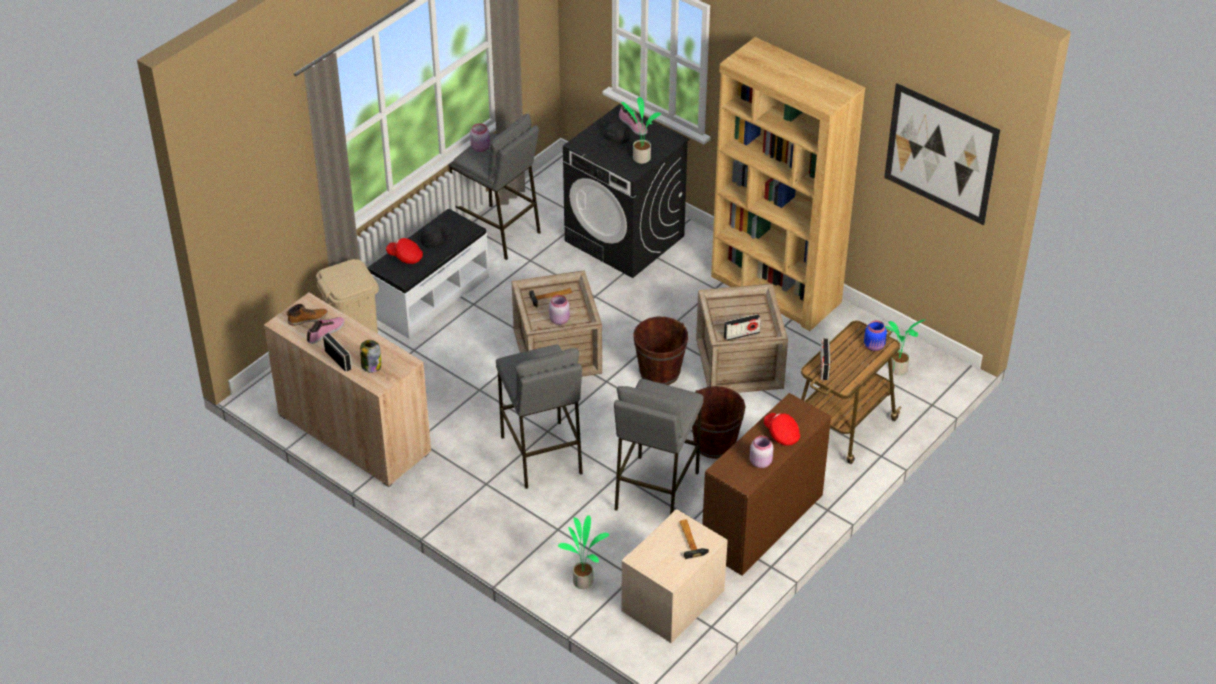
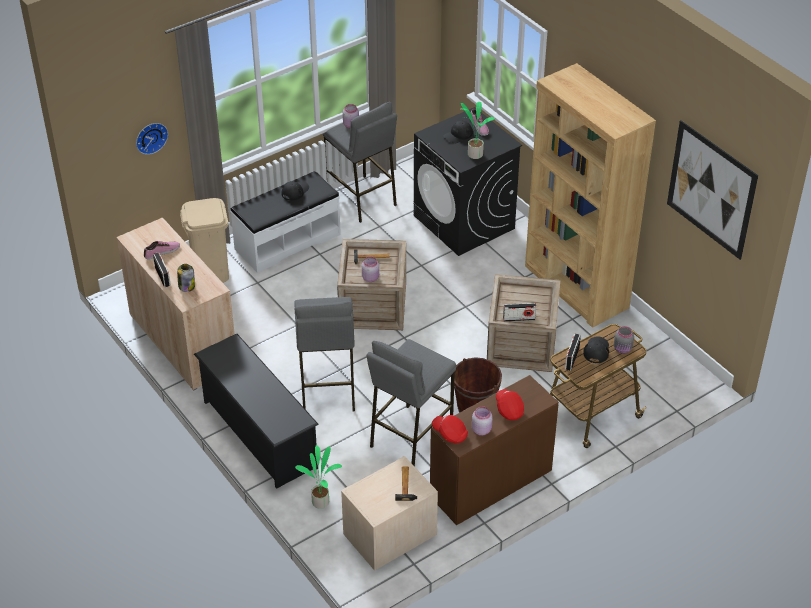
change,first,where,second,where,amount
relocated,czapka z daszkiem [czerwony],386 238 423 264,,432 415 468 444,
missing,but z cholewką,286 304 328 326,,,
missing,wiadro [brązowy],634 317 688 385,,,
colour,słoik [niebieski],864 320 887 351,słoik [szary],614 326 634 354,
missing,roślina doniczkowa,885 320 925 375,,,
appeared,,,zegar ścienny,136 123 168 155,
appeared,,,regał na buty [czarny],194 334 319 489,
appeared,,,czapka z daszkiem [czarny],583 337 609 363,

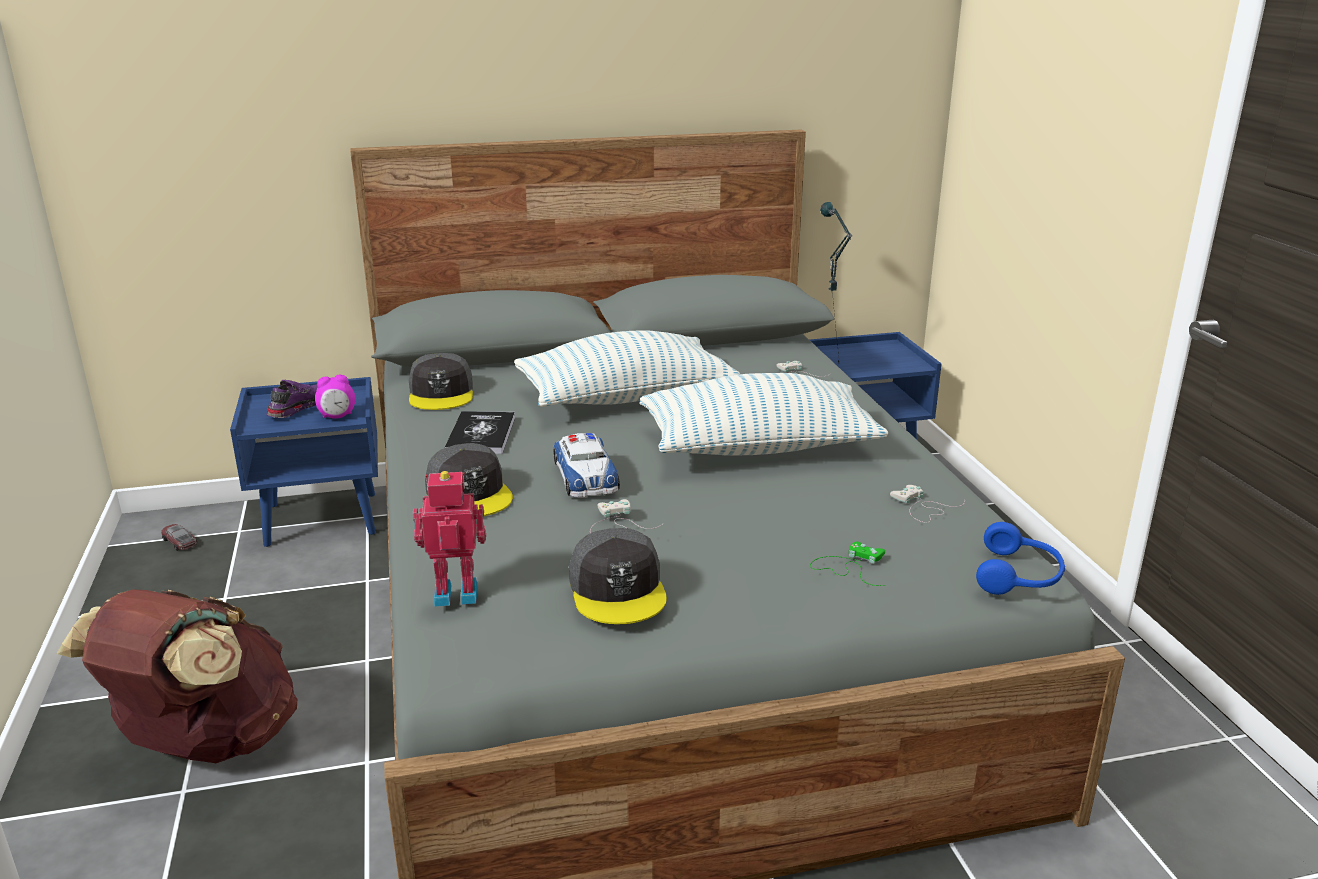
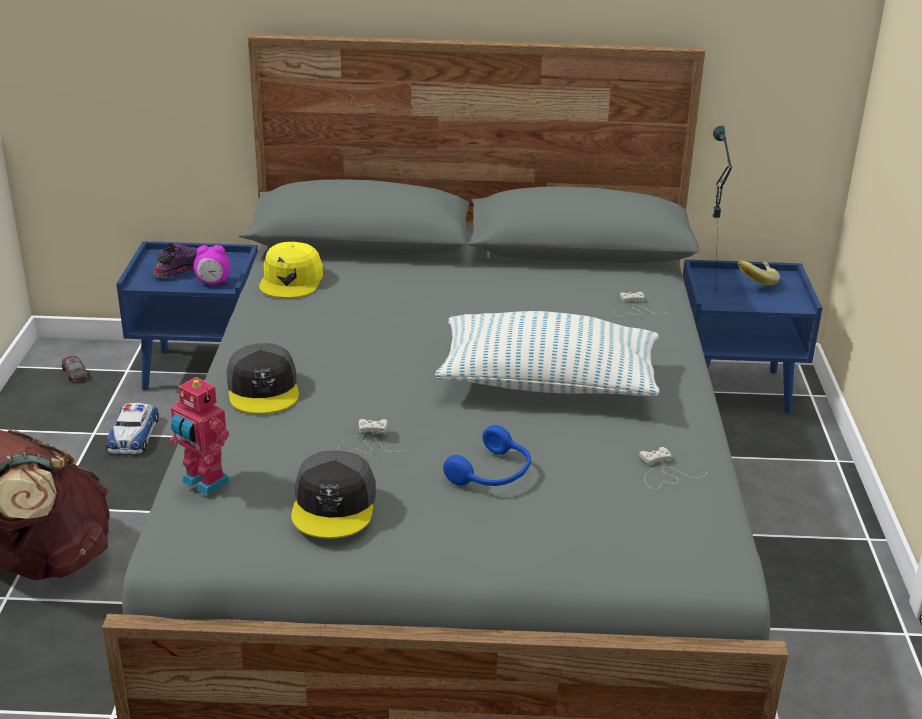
change,first,where,second,where,amount
missing,poduszka,514 330 740 407,,,
colour,czapka z daszkiem [szary],409 353 473 410,czapka z daszkiem [żółty],259 242 323 298,
missing,książka,445 411 515 454,,,
relocated,samochodzik,553 433 620 498,,106 403 160 454,
spun,robot zabawkowy,413 471 486 607,,170 377 230 495,150 degrees counterclockwise
relocated,słuchawki [niebieski],976 522 1065 595,,443 425 531 486,
missing,pad do gier [zielony],810 542 886 586,,,
appeared,,,banan,737 260 780 286,

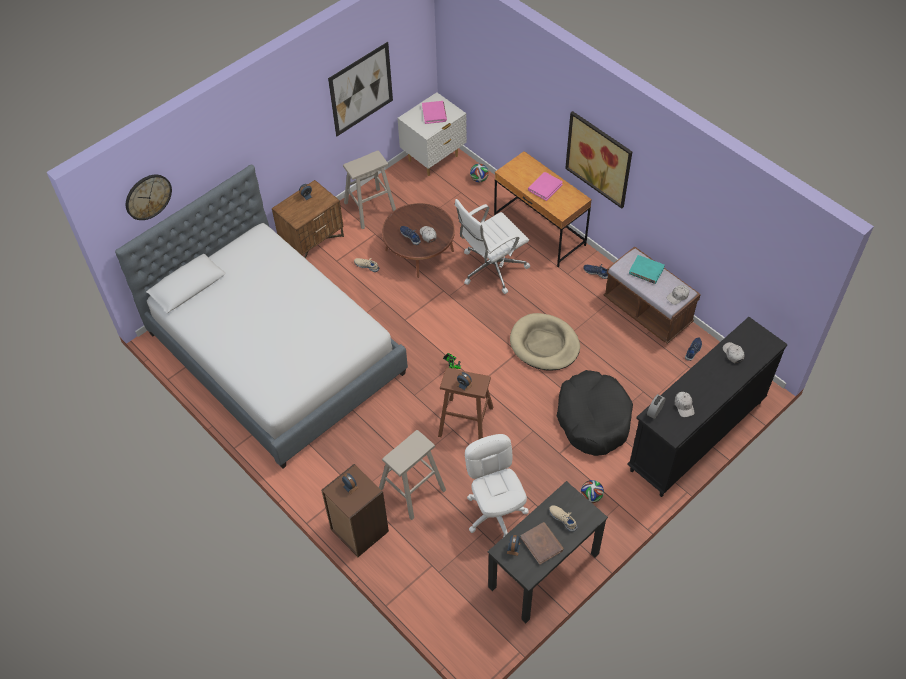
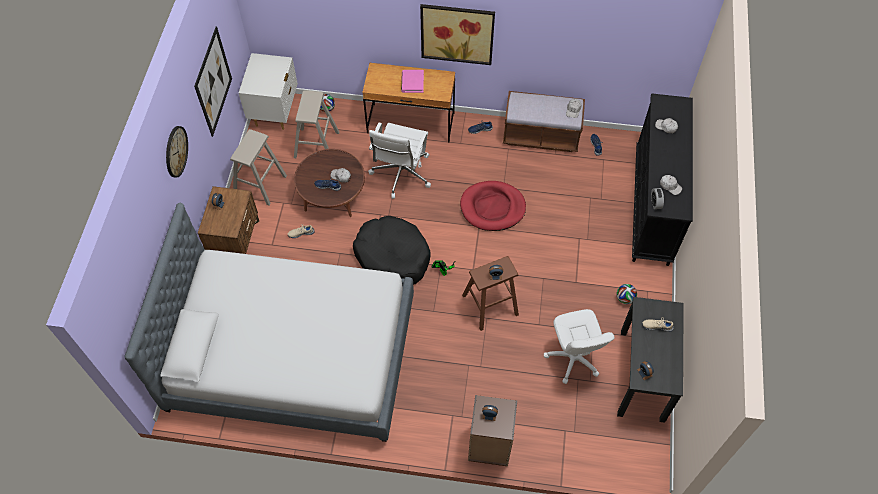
change,first,where,second,where,amount
missing,książka [różowy],422 101 447 124,,,
relocated,zegar ścienny,126 175 172 220,,166 126 188 178,
missing,książka [turkusowy],629 255 665 284,,,
colour,legowisko [beżowy],510 313 580 371,legowisko [czerwony],460 181 526 231,
relocated,legowisko [czarny],557 370 633 456,,353 216 431 285,
relocated,stołek [beżowy],379 430 446 520,,294 90 339 158,
spun,krzesło biurowe [biały],465 434 529 537,,544 309 615 384,135 degrees counterclockwise
missing,książka [brązowy],521 522 564 565,,,

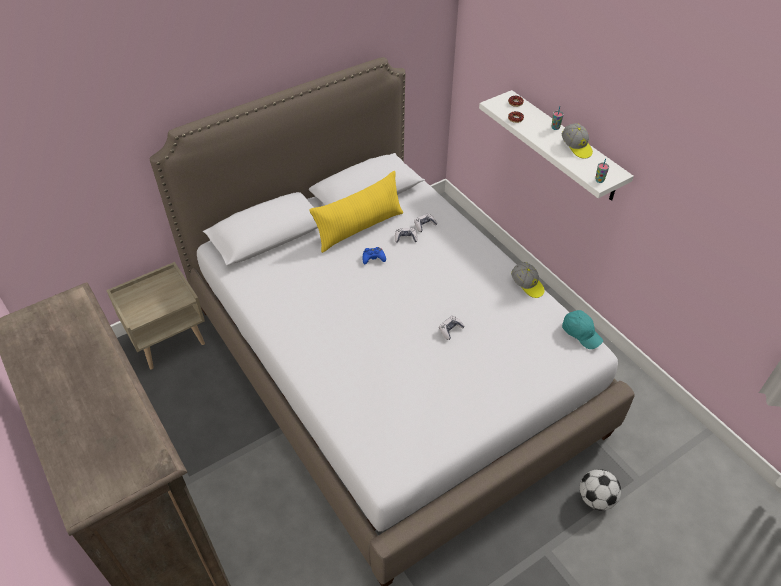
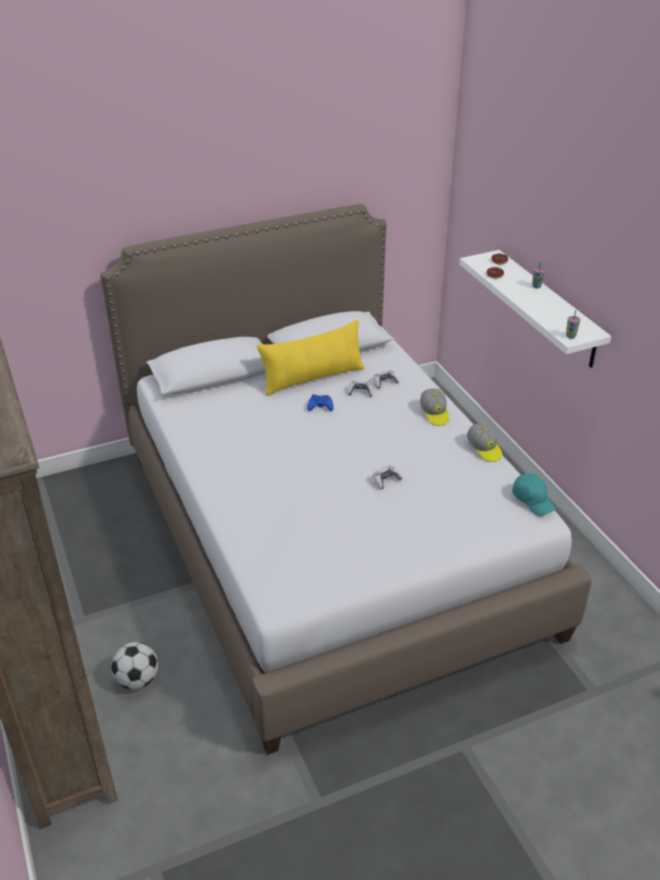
change,first,where,second,where,amount
relocated,czapka z daszkiem,562 123 593 159,,420 388 449 426,
missing,szafka nocna [beżowy],106 262 205 369,,,
relocated,piłka futbolowa,580 469 621 511,,111 642 158 689,

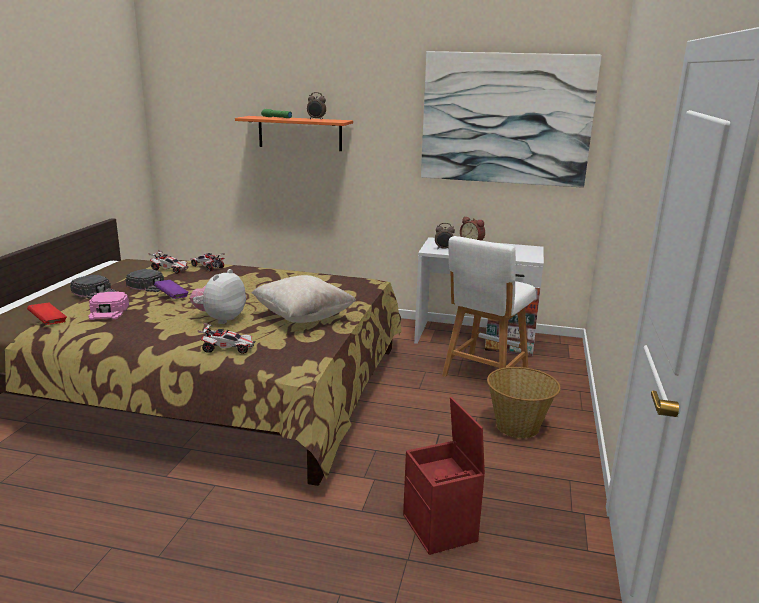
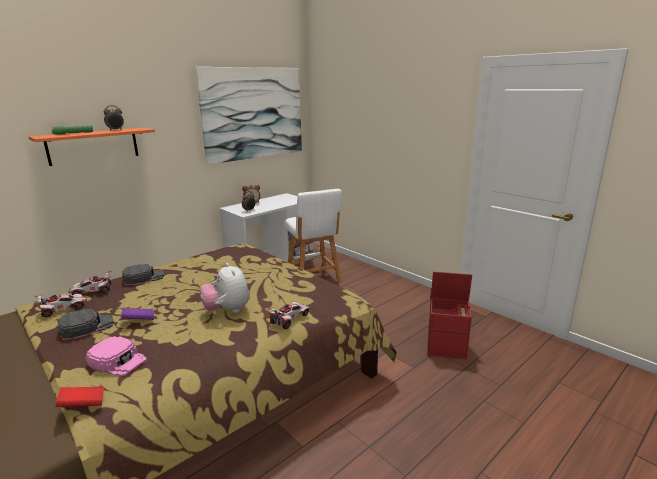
change,first,where,second,where,amount
relocated,czapka z daszkiem [czarny],70 275 117 299,,122 264 164 286,
missing,poduszka [beżowy],251 275 356 323,,,
missing,koszyk,487 367 561 438,,,

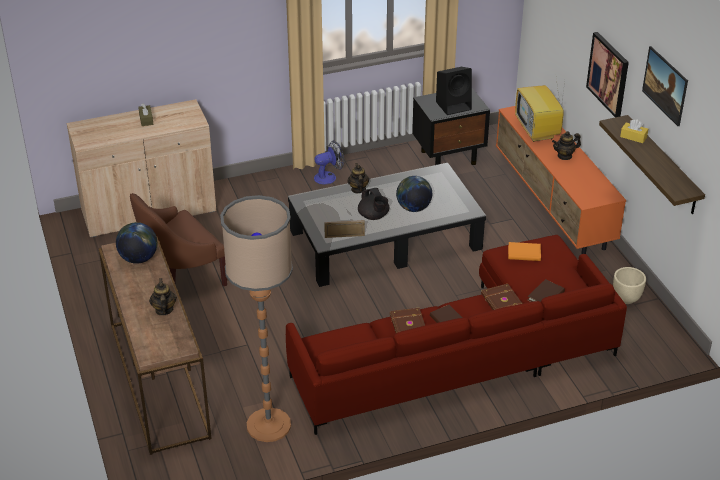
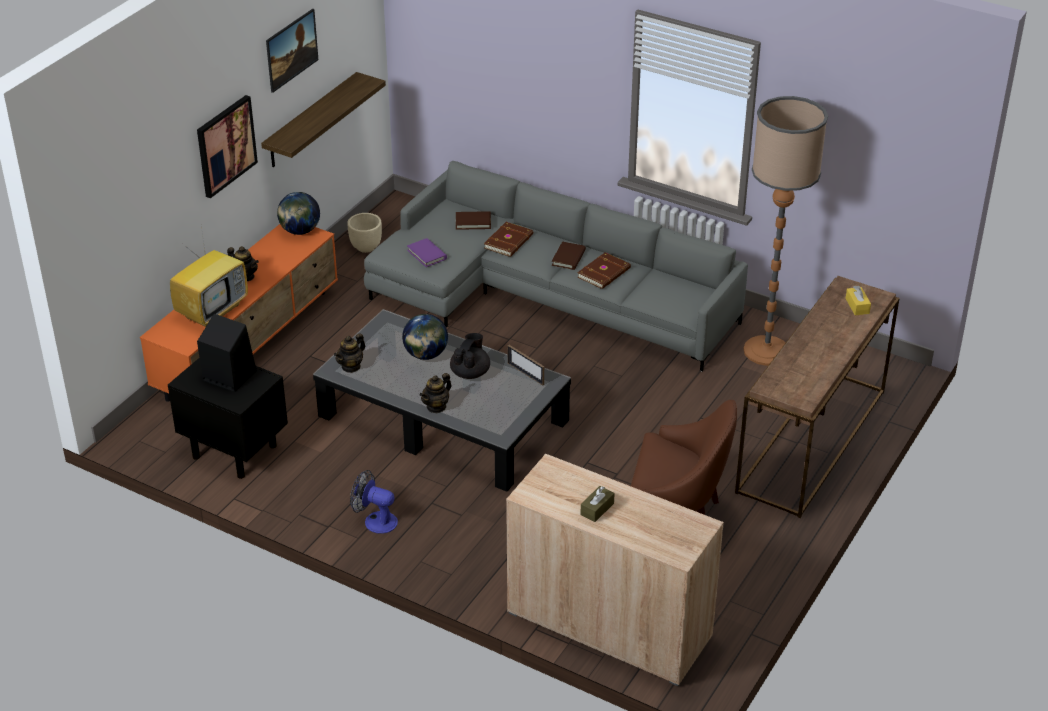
change,first,where,second,where,amount
relocated,pudełko chusteczek [żółty],620 119 648 143,,845 286 871 315,
relocated,globus,116 222 157 264,,277 192 320 235,
colour,kanapa [czerwony],286 235 627 435,kanapa [szary],364 161 748 371,
colour,książka [pomarańczowy],508 242 541 261,książka [fioletowy],407 238 447 267,
relocated,imbryk,149 278 177 316,,334 333 365 373,

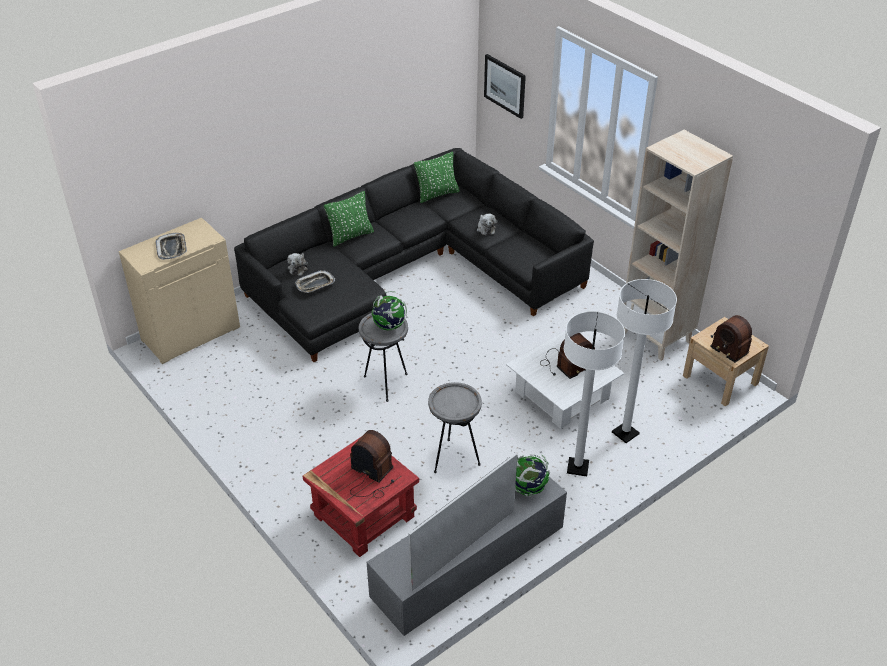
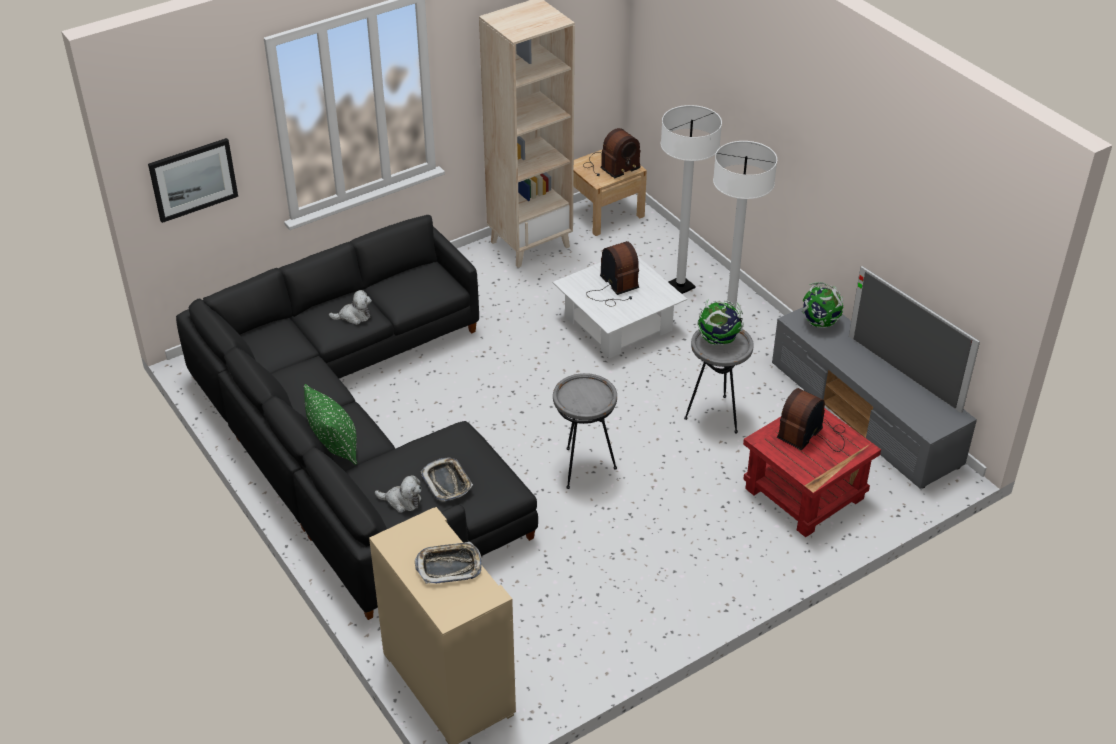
change,first,where,second,where,amount
missing,poduszka [zielony],414 152 460 203,,,
relocated,globus,371 291 407 331,,698 299 744 345,

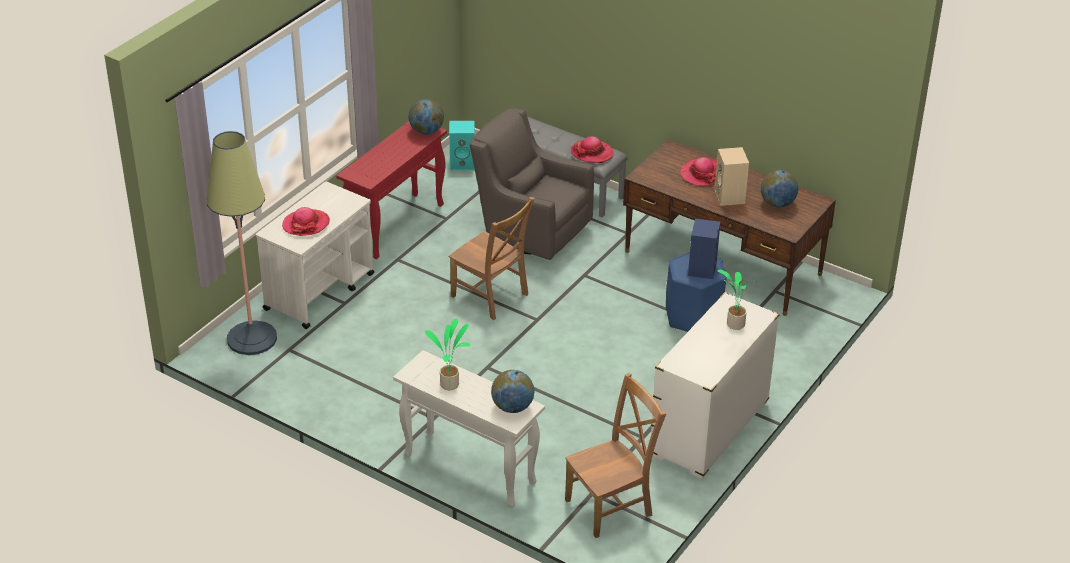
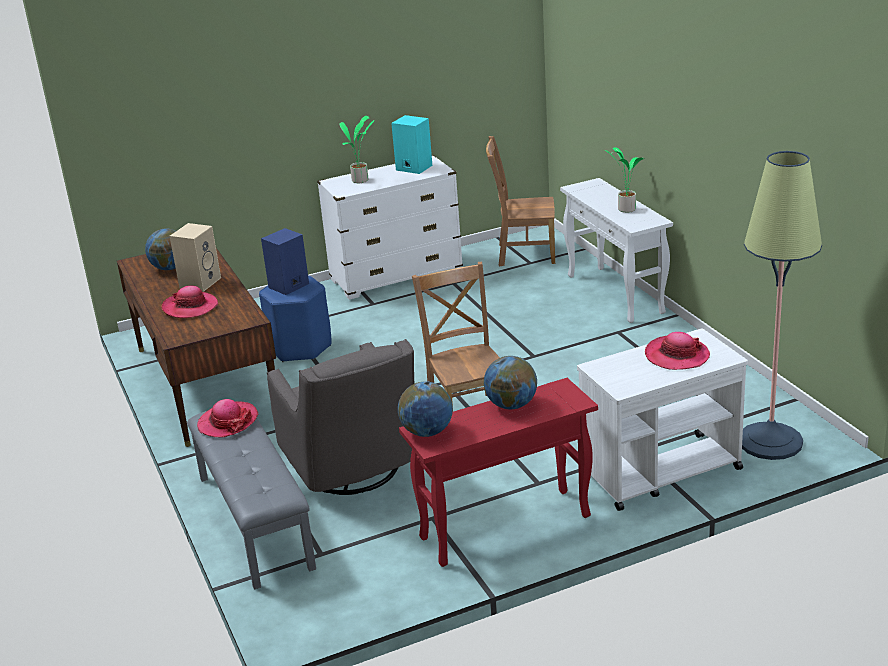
change,first,where,second,where,amount
relocated,głośnik [turkusowy],449 121 475 170,,391 115 432 174,
relocated,globus,491 370 534 413,,484 356 537 409,

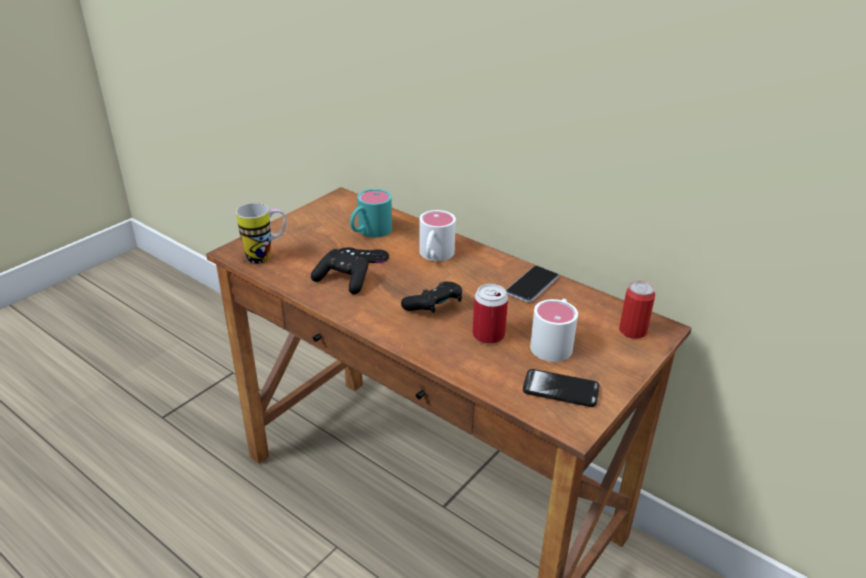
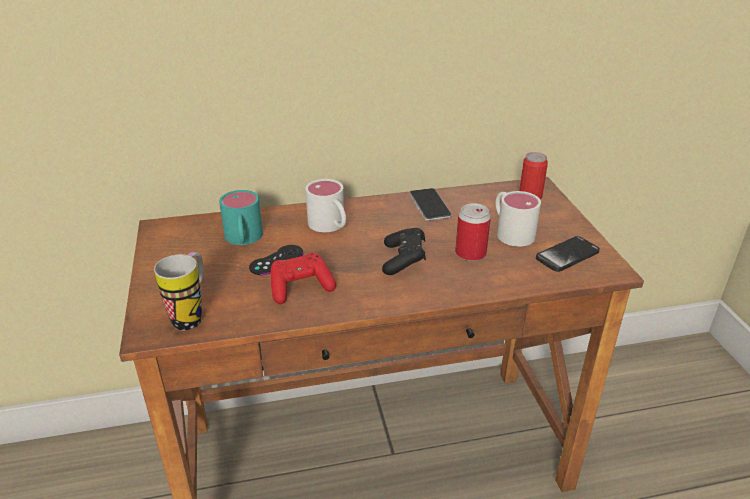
change,first,where,second,where,amount
colour,pad do gier [czarny],311 249 368 294,pad do gier [czerwony],271 252 336 304,

